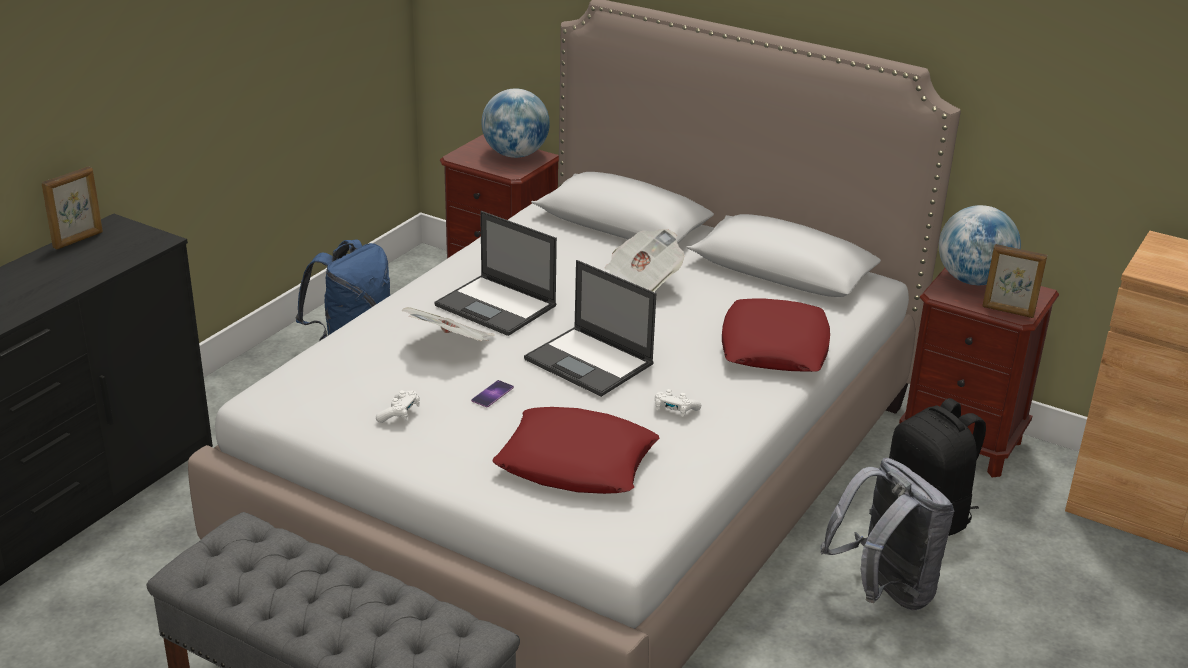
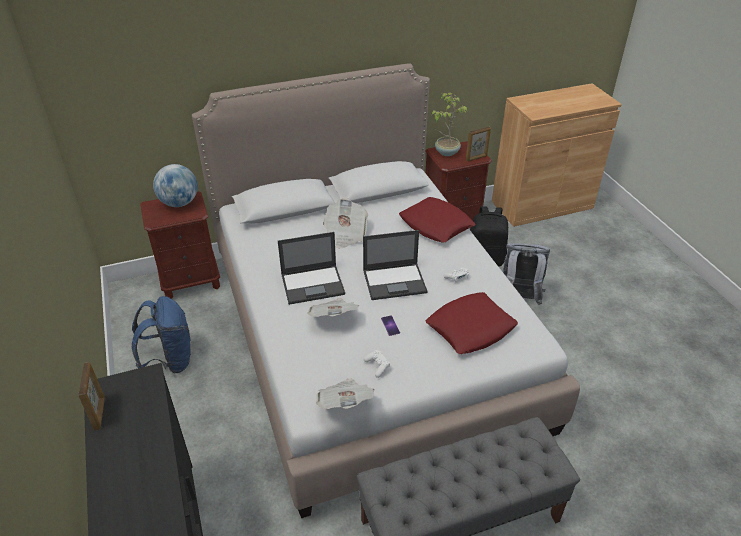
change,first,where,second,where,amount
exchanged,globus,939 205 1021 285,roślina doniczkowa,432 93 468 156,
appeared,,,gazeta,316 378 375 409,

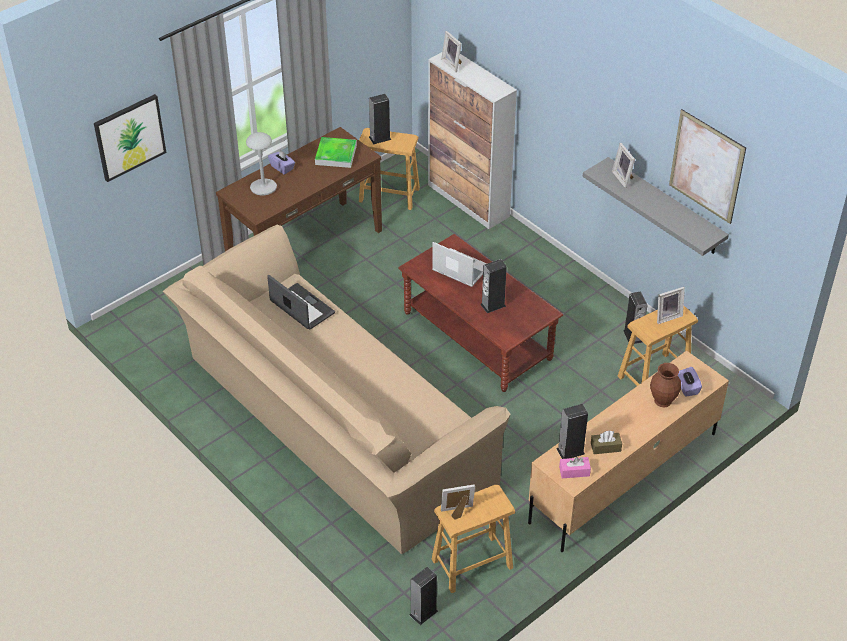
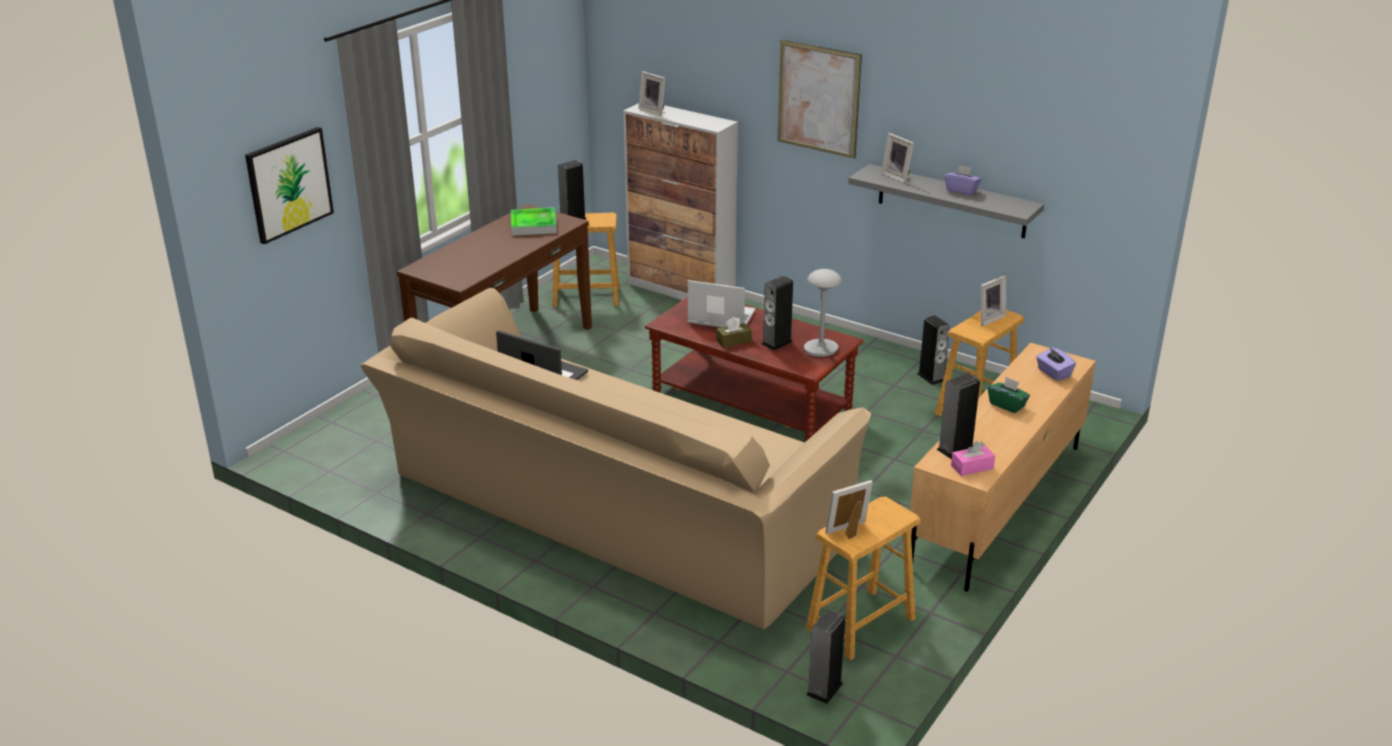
change,first,where,second,where,amount
relocated,obraz,669 109 746 224,,778 40 862 159,
relocated,lampa stołowa [szary],246 132 277 195,,804 269 842 357,
relocated,pudełko chusteczek [fioletowy],268 150 295 175,,945 165 981 195,
missing,wazon [brązowy],650 363 681 407,,,
relocated,pudełko chusteczek [brązowy],591 430 622 454,,716 317 752 348,
appeared,,,pudełko chusteczek [zielony],988 377 1030 413,

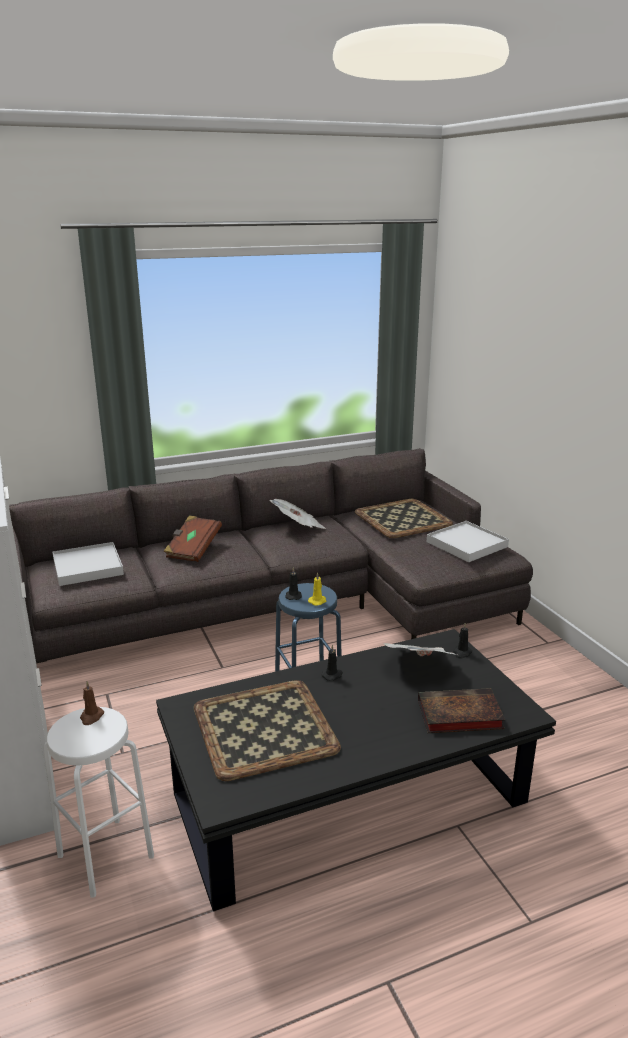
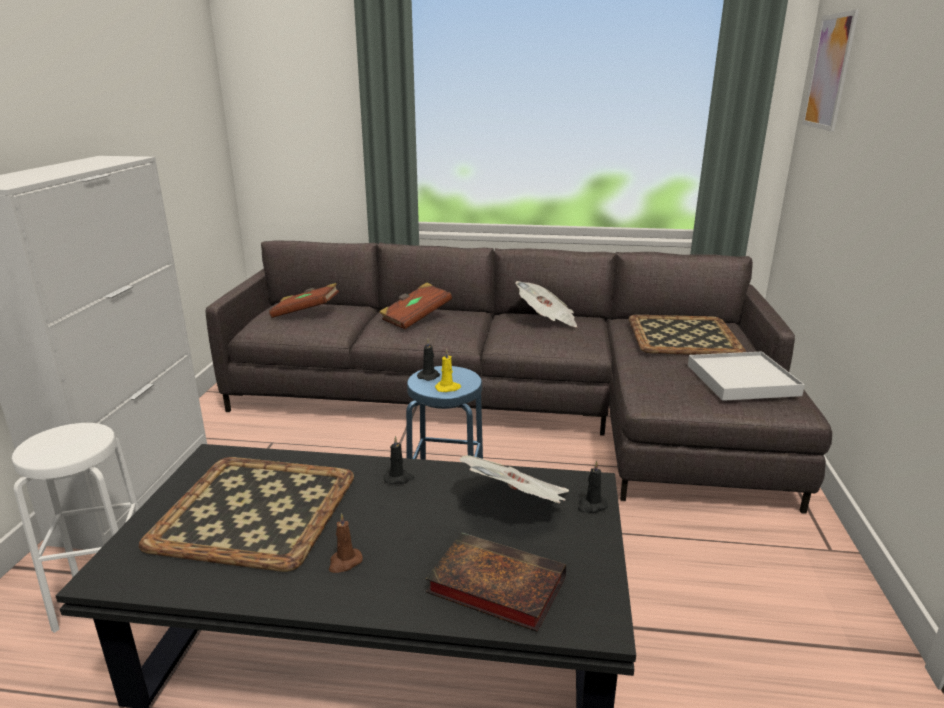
change,first,where,second,where,amount
exchanged,taca [biały],52 542 124 586,książka [brązowy],269 283 339 318,
relocated,świeca [brązowy],80 682 104 725,,329 513 363 573,
appeared,,,obraz,802 10 859 132,

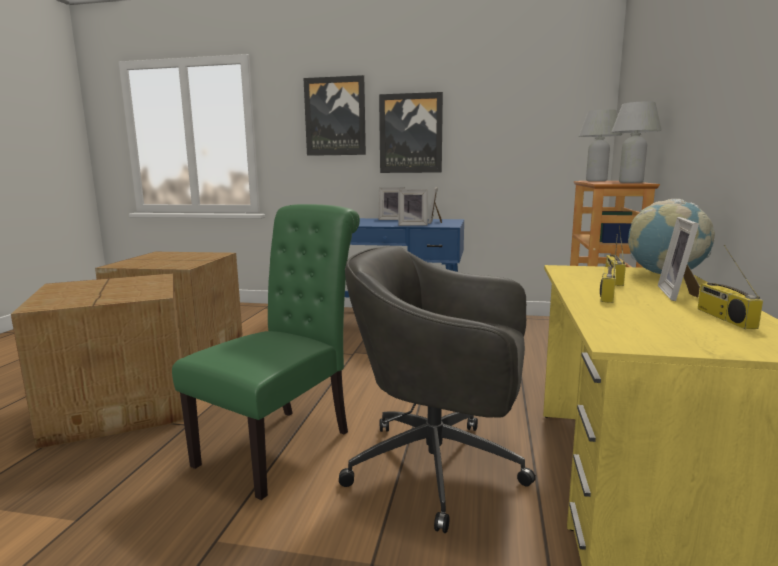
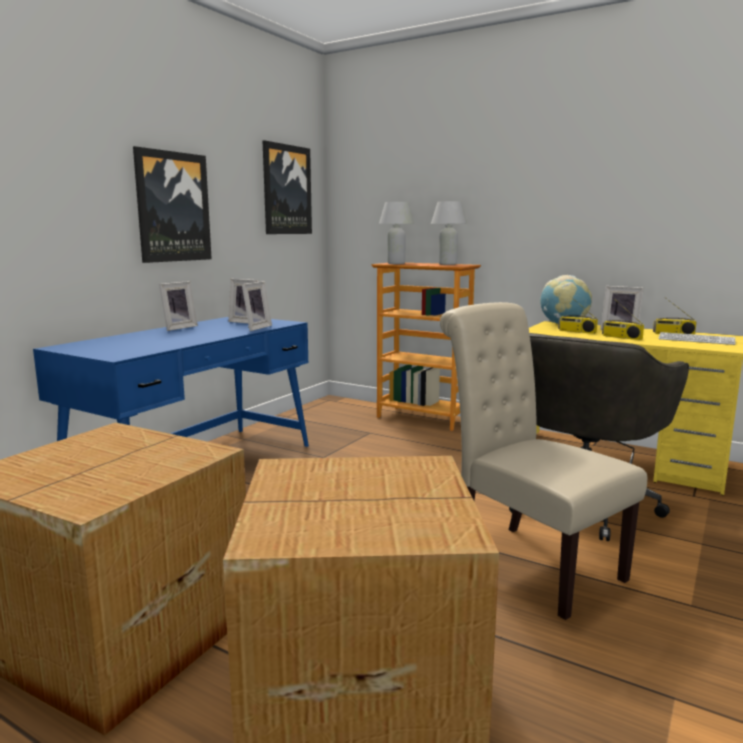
change,first,where,second,where,amount
relocated,obraz,304 75 366 156,,263 140 312 234,
colour,krzesło [zielony],172 204 360 500,krzesło [beżowy],440 302 647 620,
appeared,,,klawiatura,658 332 736 345,

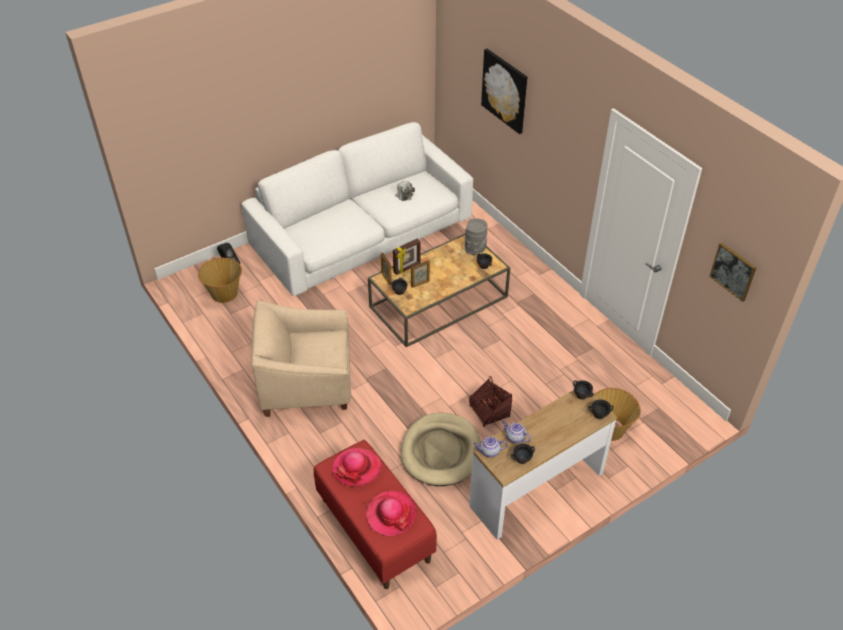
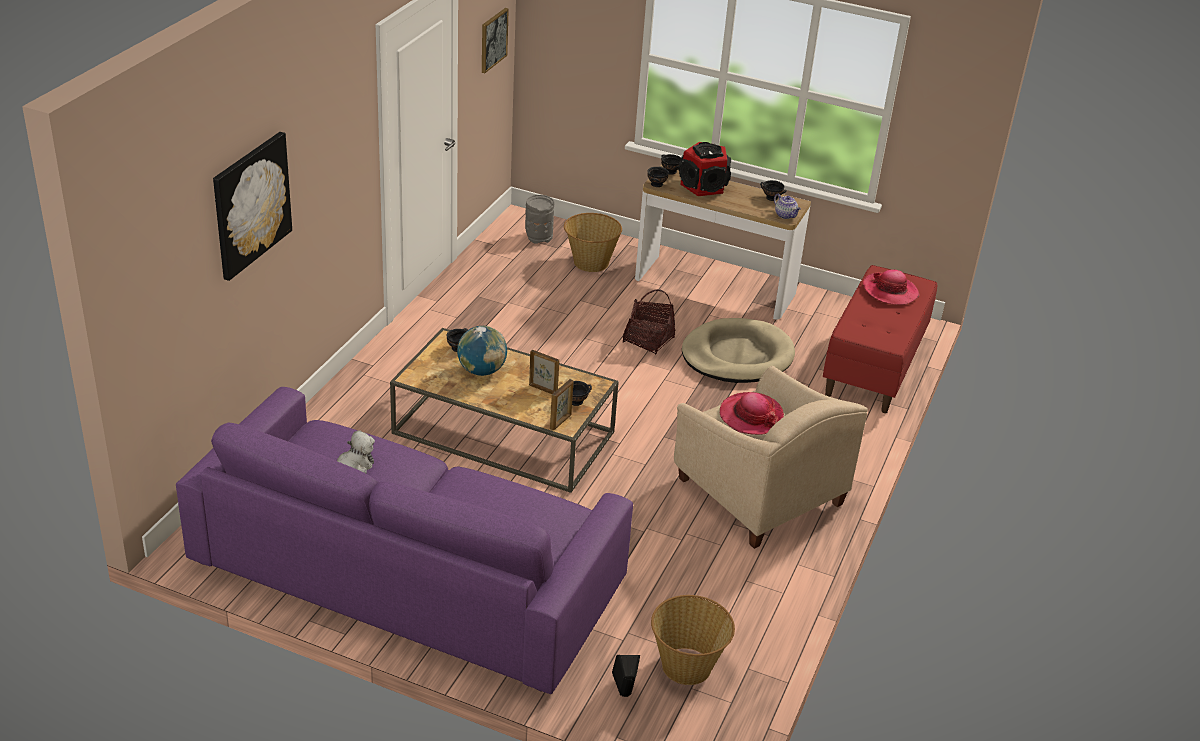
change,first,where,second,where,amount
colour,kanapa [biały],242 122 473 296,kanapa [fioletowy],176 387 633 694,
relocated,wazon [szary],465 218 488 255,,525 195 554 244,
missing,ramka na zdjęcie,393 238 421 275,,,
missing,imbryk,502 421 531 444,,,
relocated,kapelusz,332 448 382 487,,720 392 784 435,
appeared,,,głośnik,678 142 731 196,
appeared,,,globus,457 326 507 376,

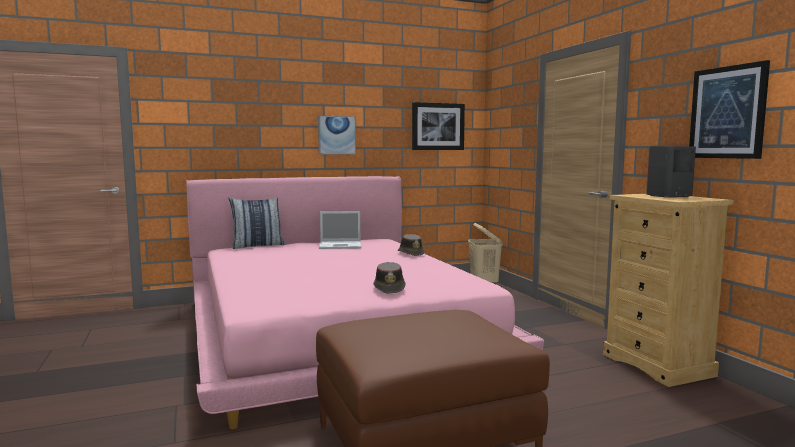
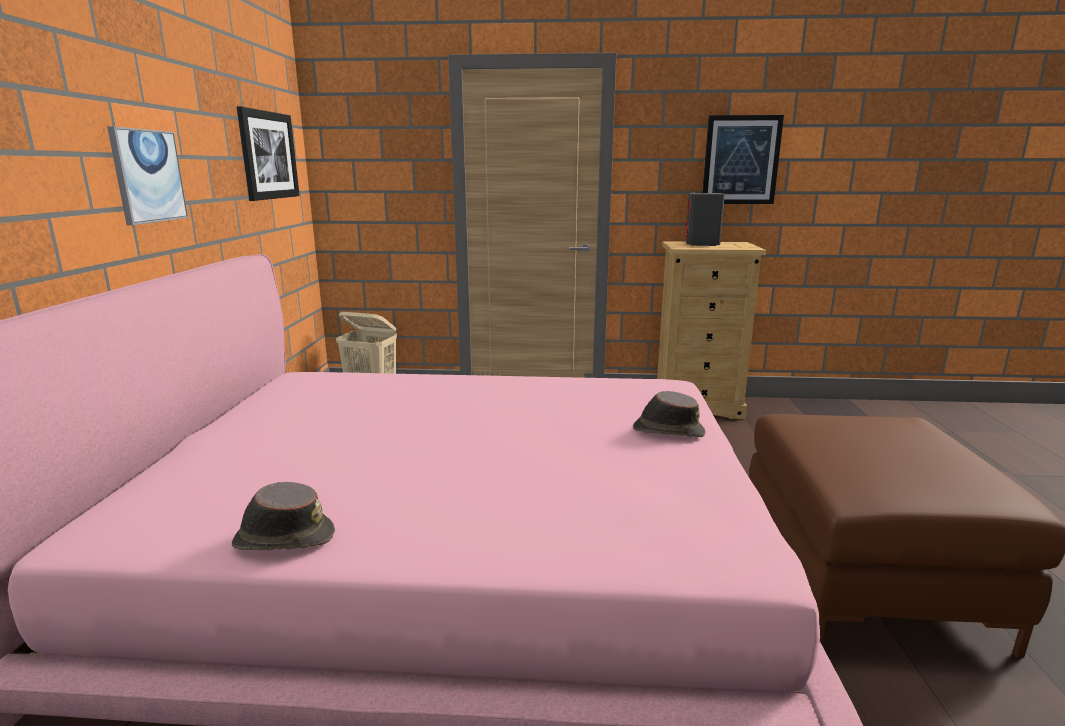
change,first,where,second,where,amount
missing,poduszka,228 198 285 249,,,
missing,laptop,319 211 361 249,,,
relocated,kapelusz [brązowy],398 234 425 256,,232 482 335 551,

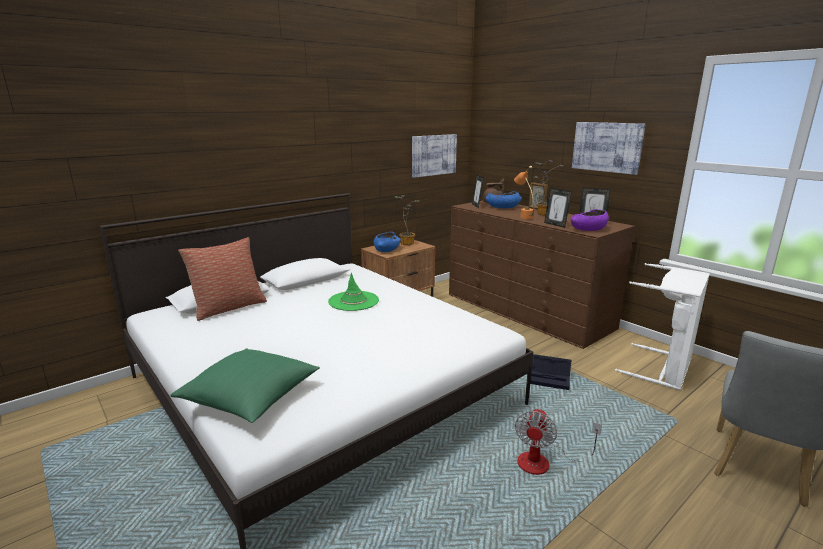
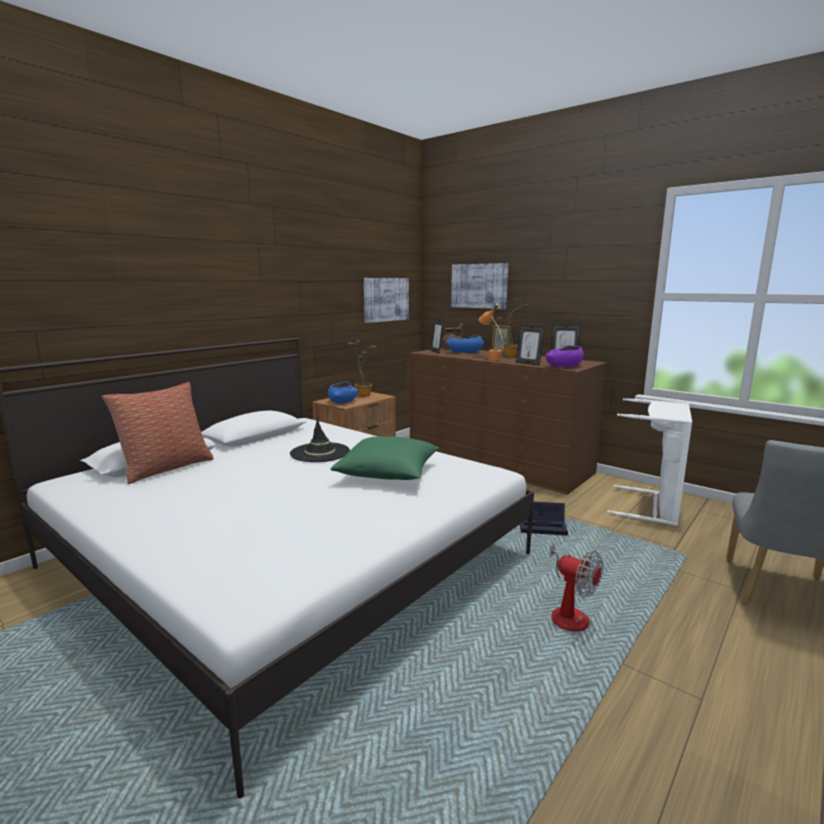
change,first,where,second,where,amount
relocated,obraz,572 122 646 175,,451 263 508 309,
colour,kapelusz [zielony],328 273 379 311,kapelusz [czarny],290 419 350 462,
relocated,poduszka [zielony],170 348 320 423,,331 436 439 480,
spun,wentylator,515 408 602 475,,543 544 603 631,60 degrees counterclockwise

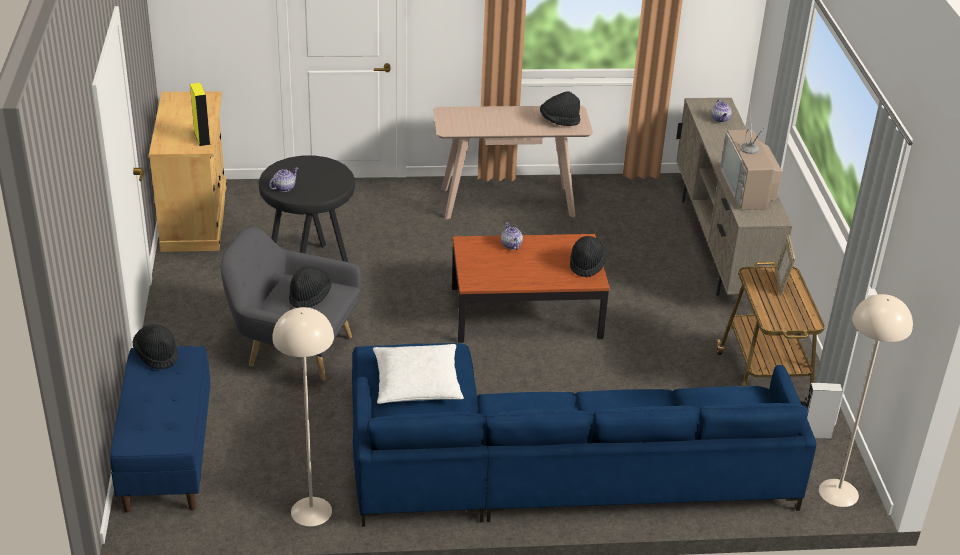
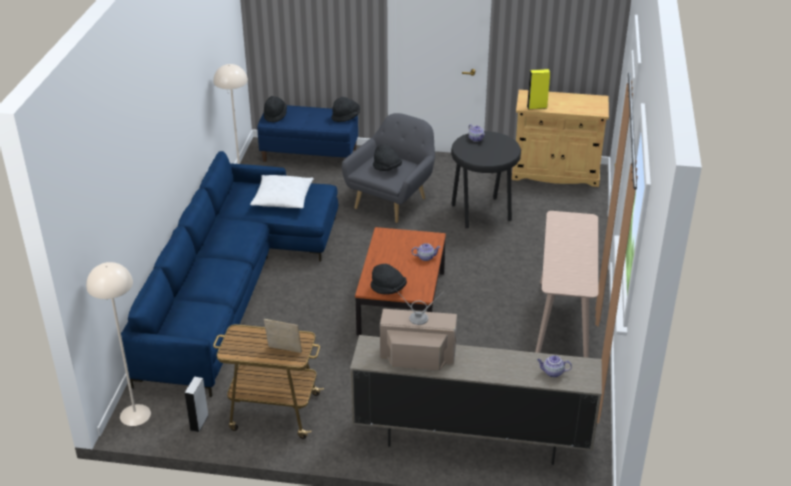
change,first,where,second,where,amount
relocated,kapelusz [czarny],540 91 580 126,,264 96 287 123,

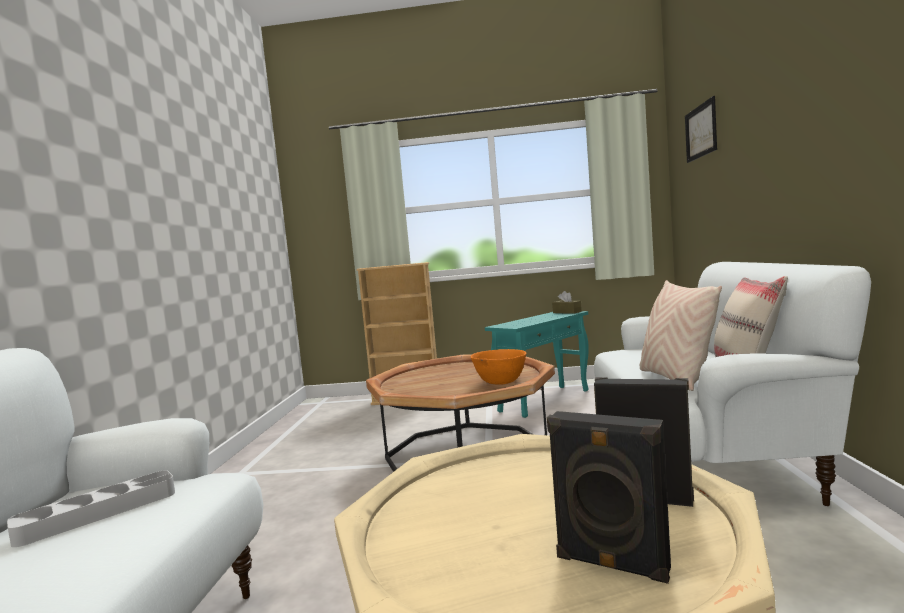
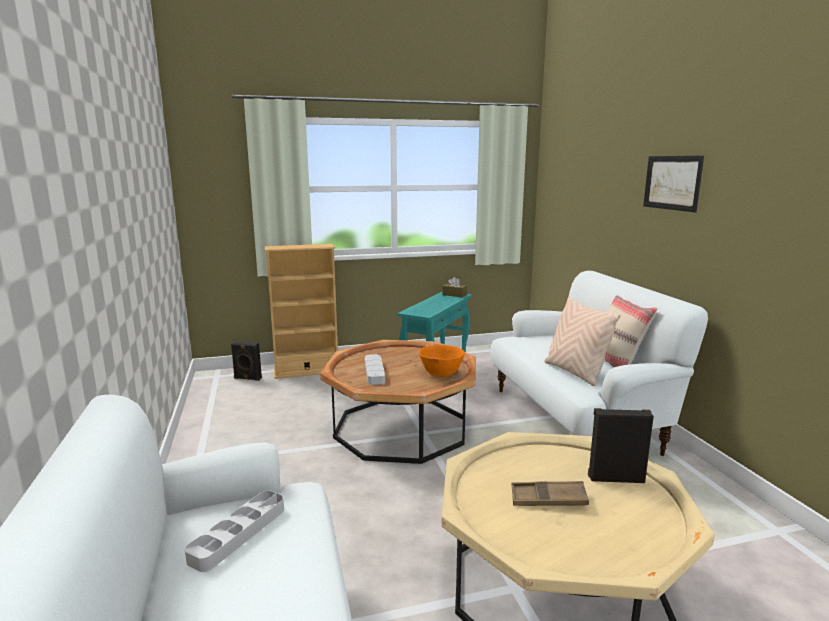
change,first,where,second,where,amount
relocated,obraz,685 96 717 163,,643 156 704 212,
relocated,głośnik [czarny],547 411 671 584,,231 341 262 381,
appeared,,,taca [szary],365 354 385 385,
appeared,,,taca [brązowy],511 481 589 506,

